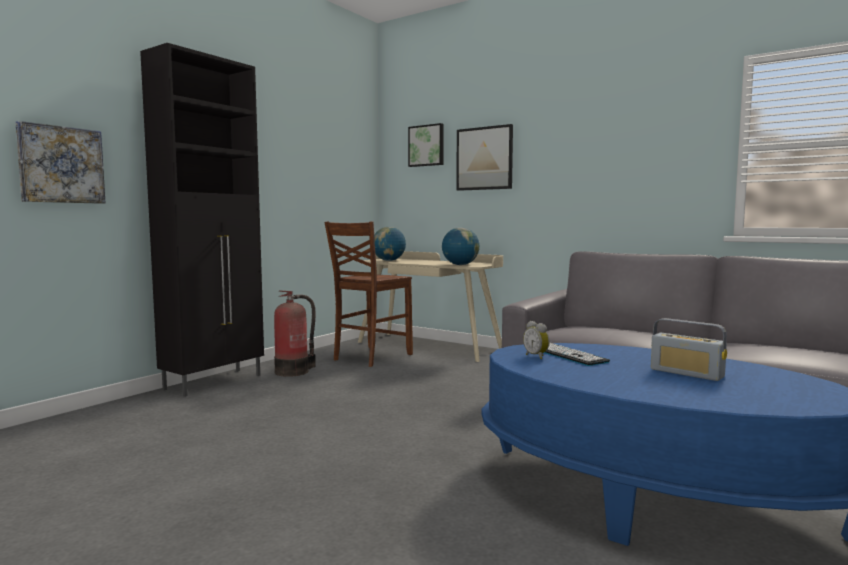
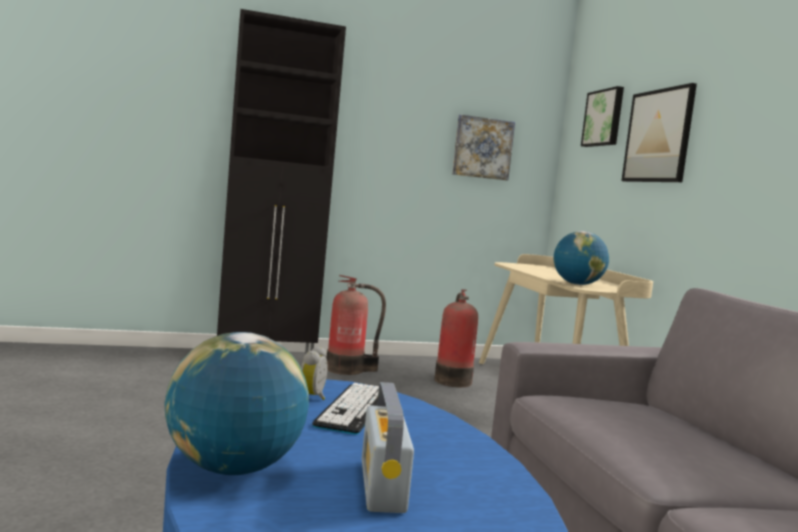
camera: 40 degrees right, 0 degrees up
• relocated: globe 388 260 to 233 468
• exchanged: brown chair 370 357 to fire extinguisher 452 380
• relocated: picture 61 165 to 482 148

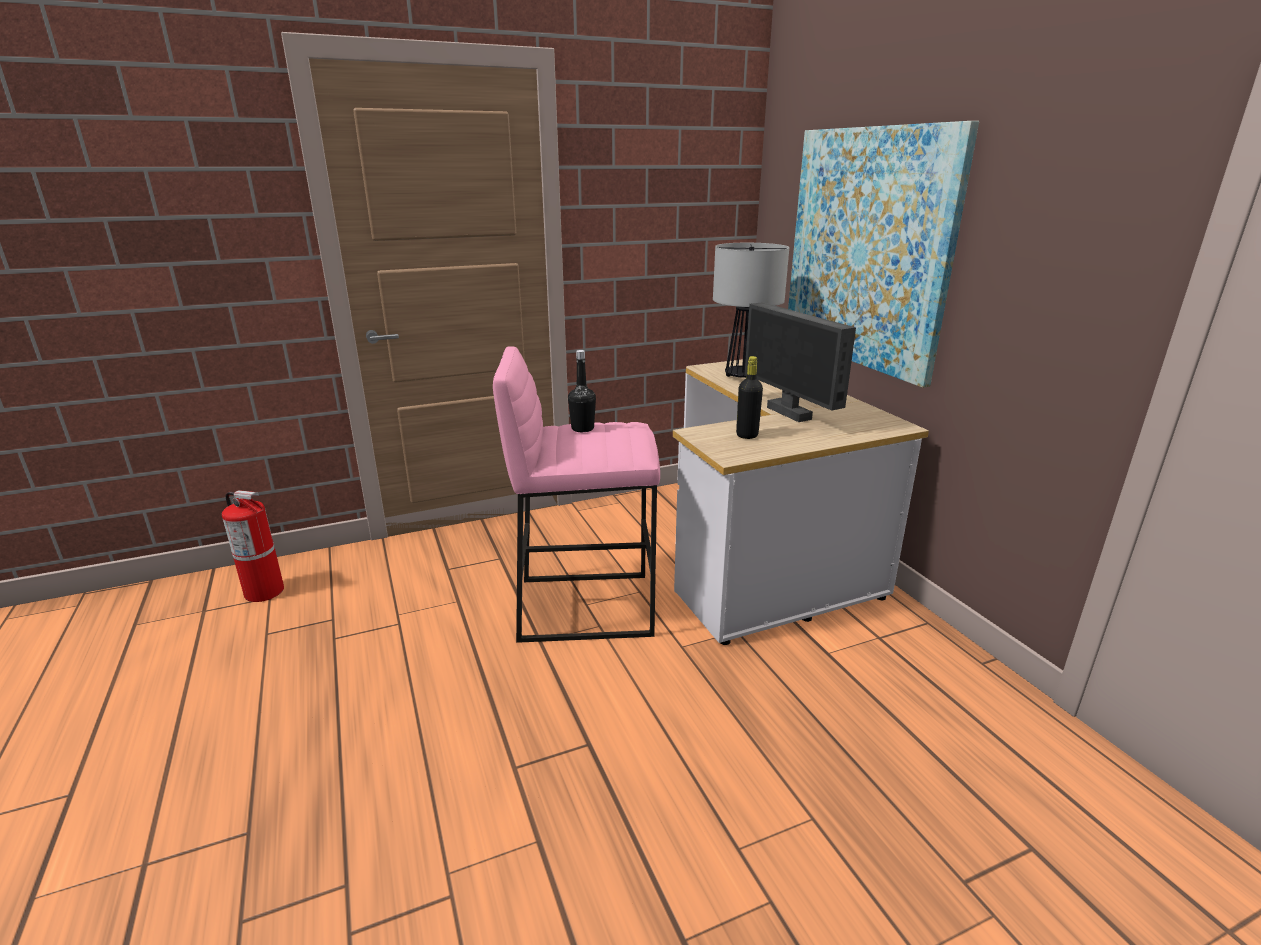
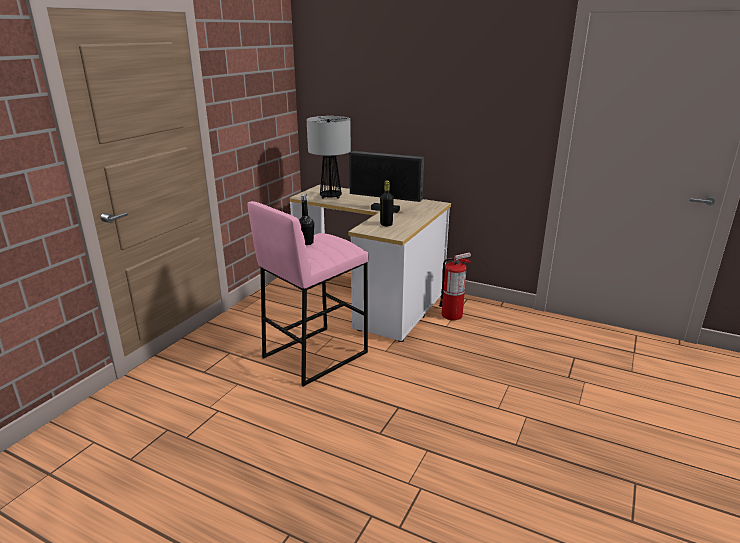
camera: 40 degrees left, 0 degrees up
• relocated: fire extinguisher 265 592 to 452 315
• missing: picture 867 249

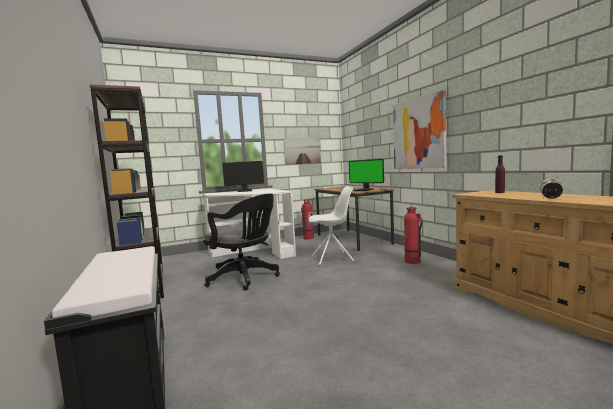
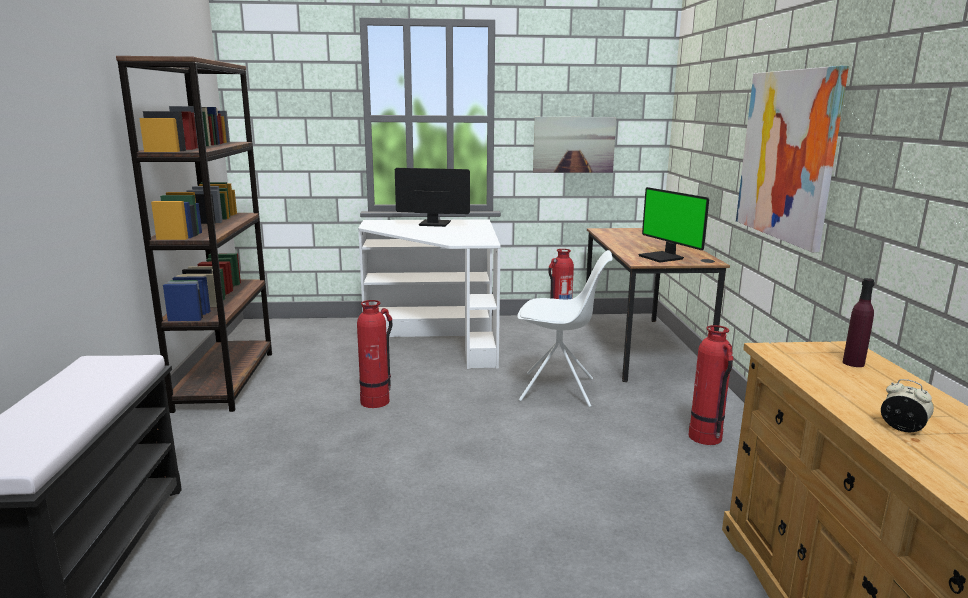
camera: 20 degrees right, 10 degrees up
• exchanged: blackish computer chair 245 278 to fire extinguisher 376 401

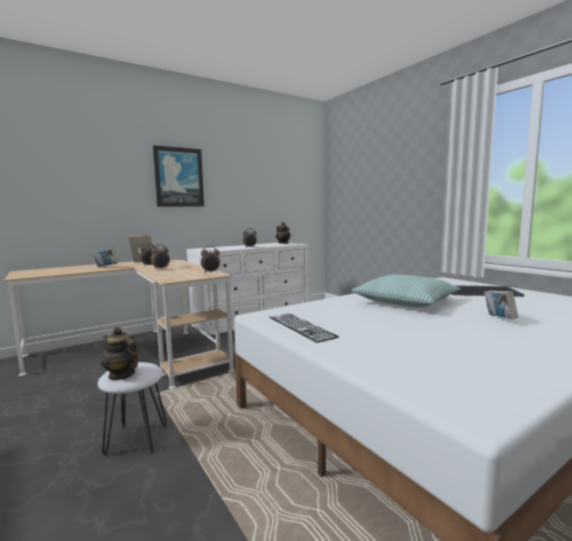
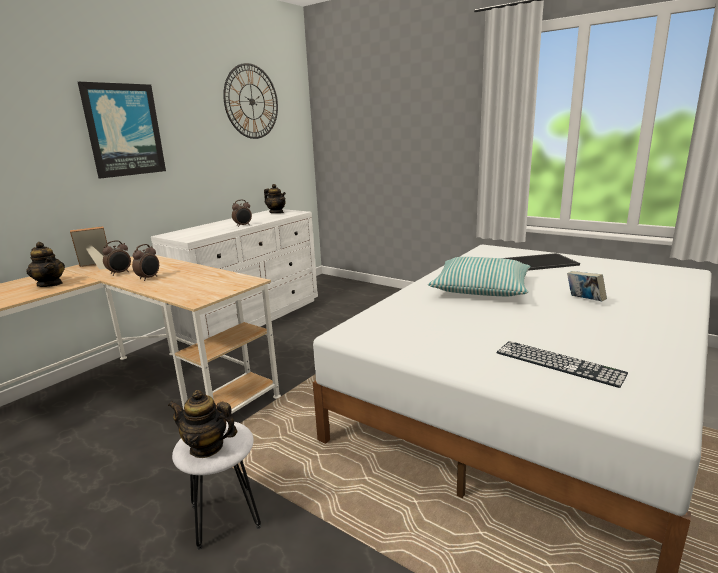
camera: 20 degrees left, 10 degrees up
• exchanged: bound book 106 267 to pot for tea 50 284
• appeared: clock on the wall 252 101
• relocated: PC keyboard 301 327 to 558 363
• missing: table clock 211 272

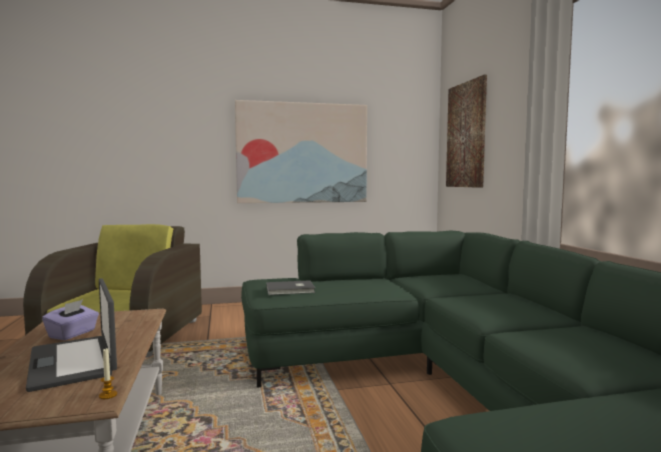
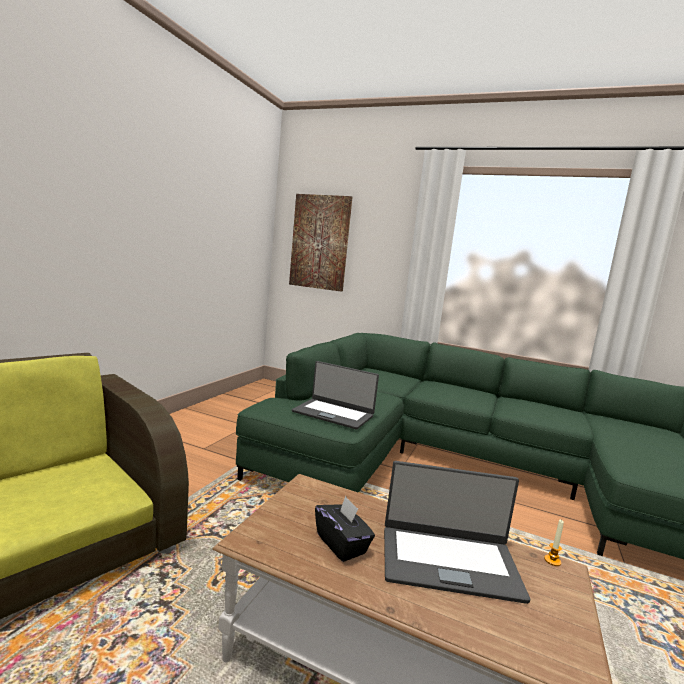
camera: 55 degrees left, 5 degrees up
• exchanged: grey bound book 291 290 to laptop 333 413
• colour: purplish tissue holder 73 334 to blackish tissue holder 341 544
• missing: picture 302 153

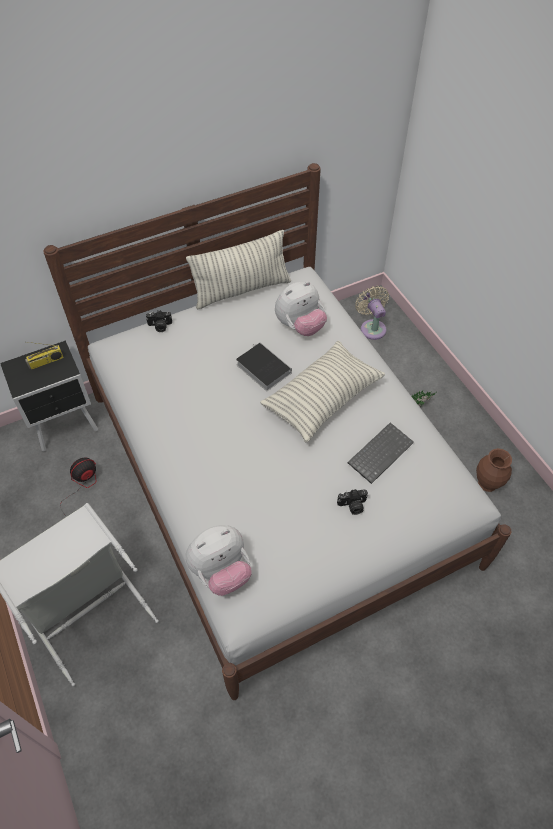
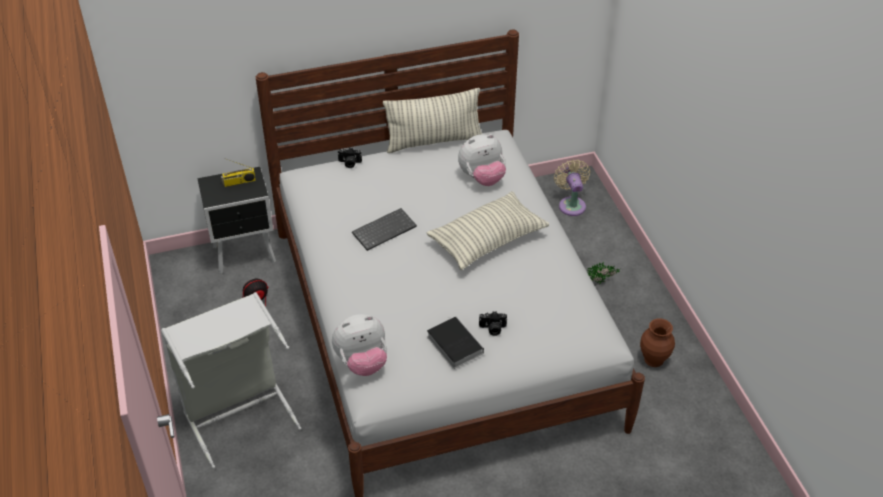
camera: 10 degrees right, 10 degrees down
• relocated: PC keyboard 380 452 to 384 229
• relocated: bound book 262 368 to 453 344

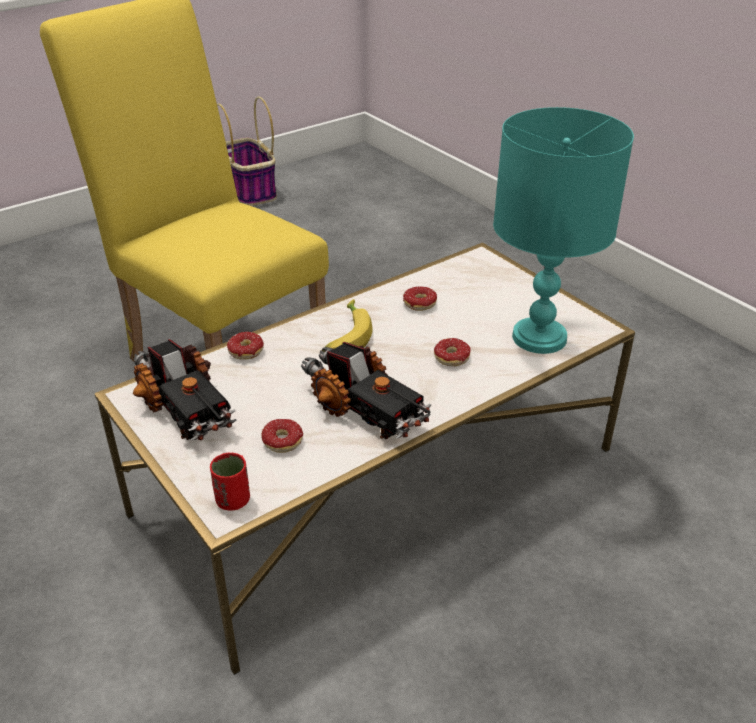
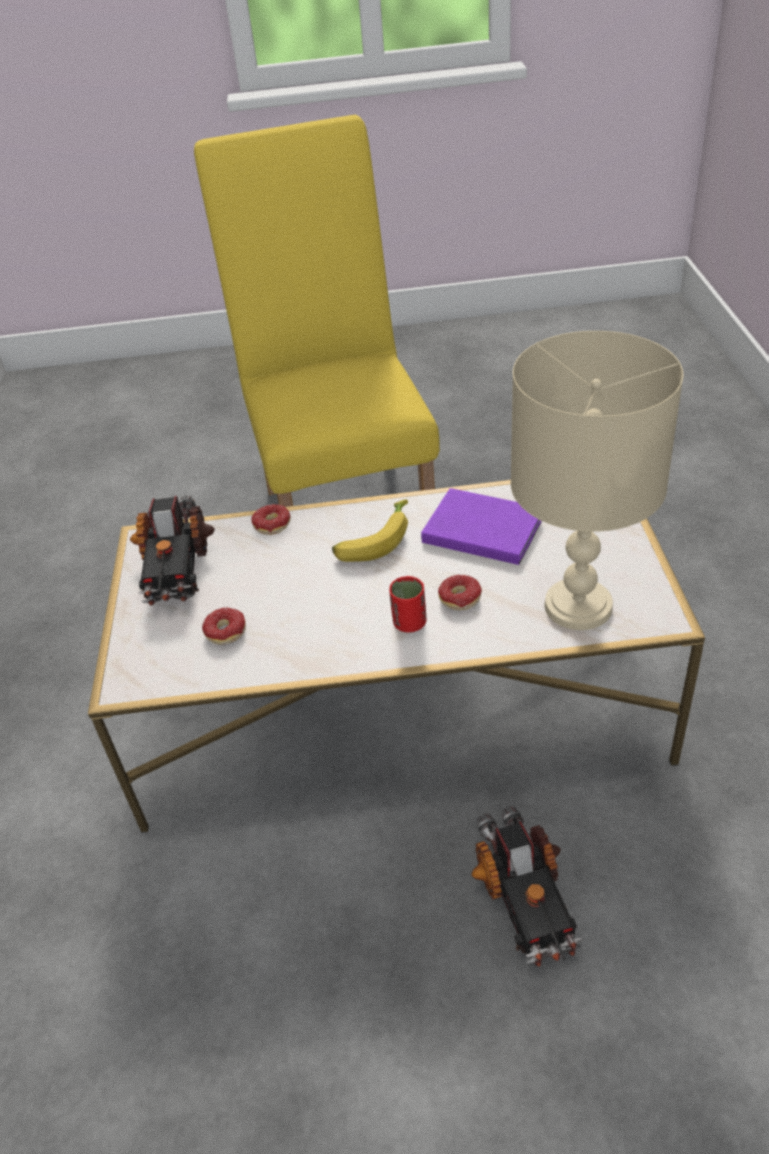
camera: 35 degrees right, 5 degrees up
• relocated: reddish small cup 233 500 to 409 623
• exchanged: doughnut 421 307 to purplish bound book 480 528
• relocated: toy truck 365 410 to 523 899
• colour: turquoise-coloured lamp for a table 538 337 to sand-coloured lamp for a table 576 606
• missing: storage basket 249 190

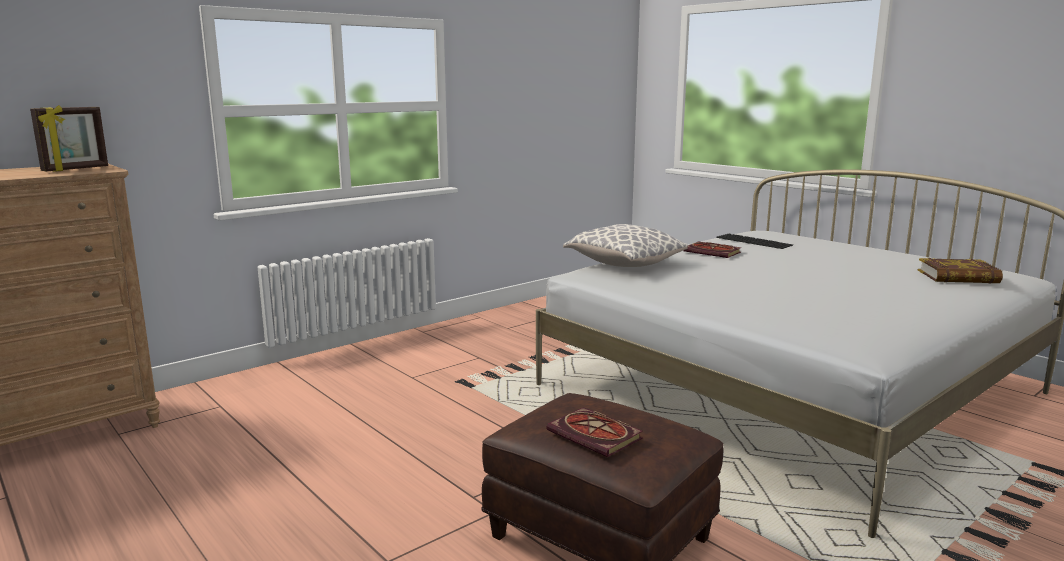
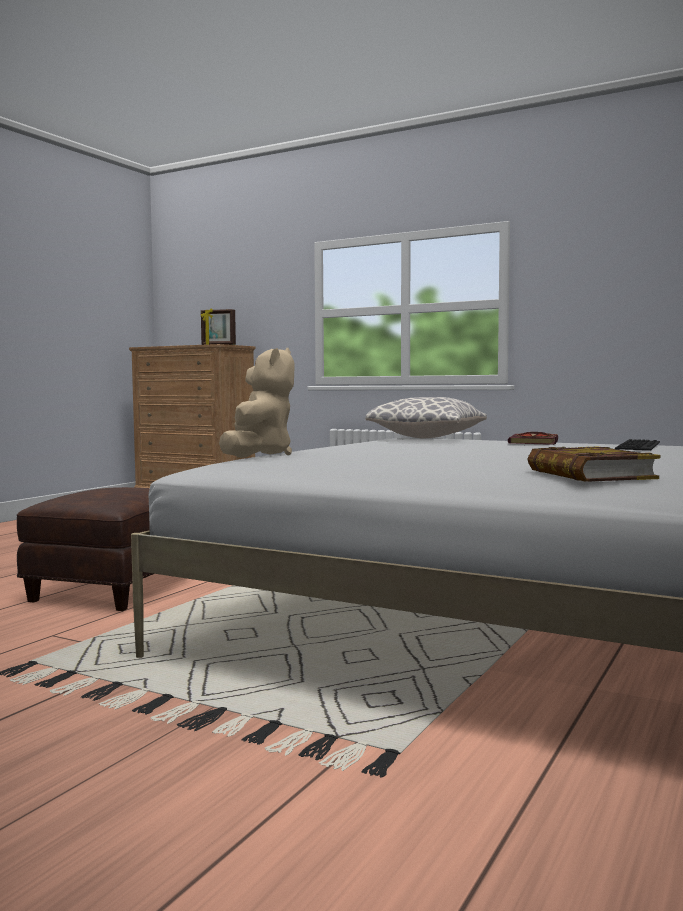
camera: 70 degrees right, 10 degrees down
• appeared: sand-coloured soft toy 257 455
• missing: bound book 597 435

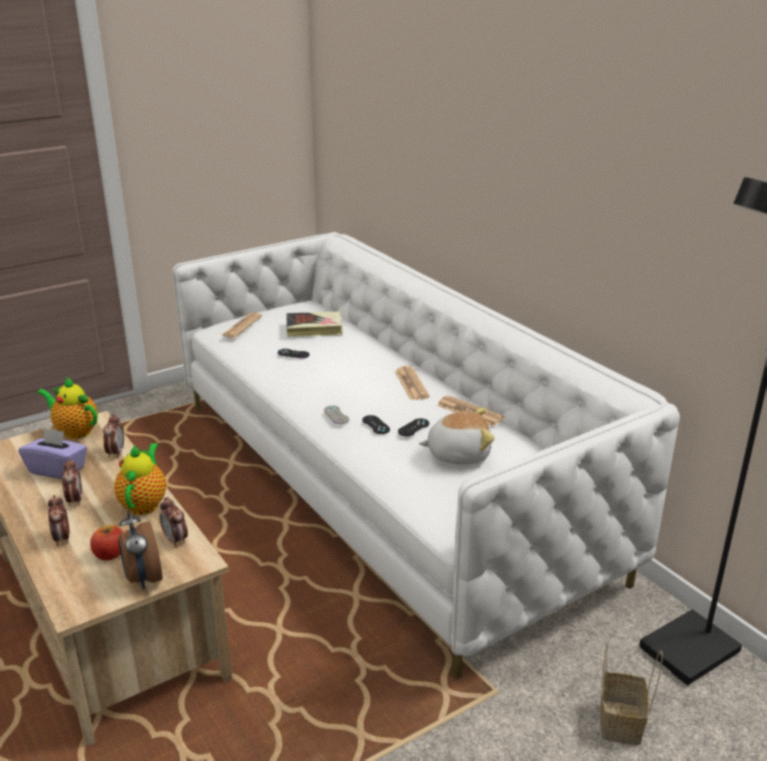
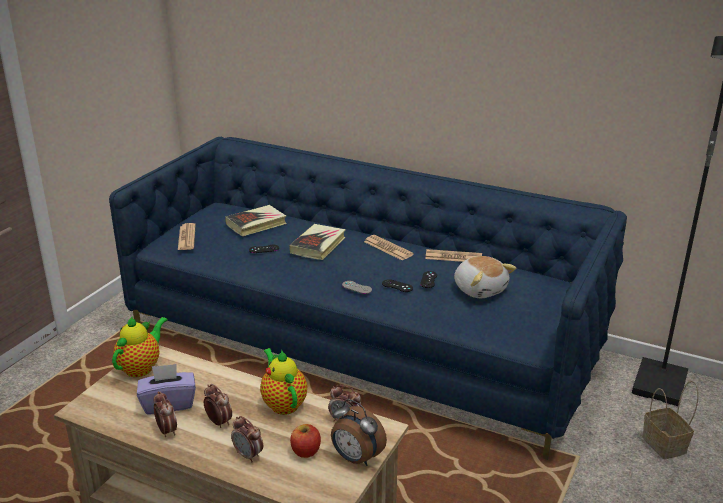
camera: 30 degrees left, 0 degrees up
• colour: white couch 384 486 to blue-coloured couch 361 343
• spun: pot for tea 75 431 = 141 367 120 degrees clockwise
• relocated: table clock 116 453 to 166 431
• appeared: bound book 318 245
• spun: soft toy 458 454 = 480 289 90 degrees clockwise

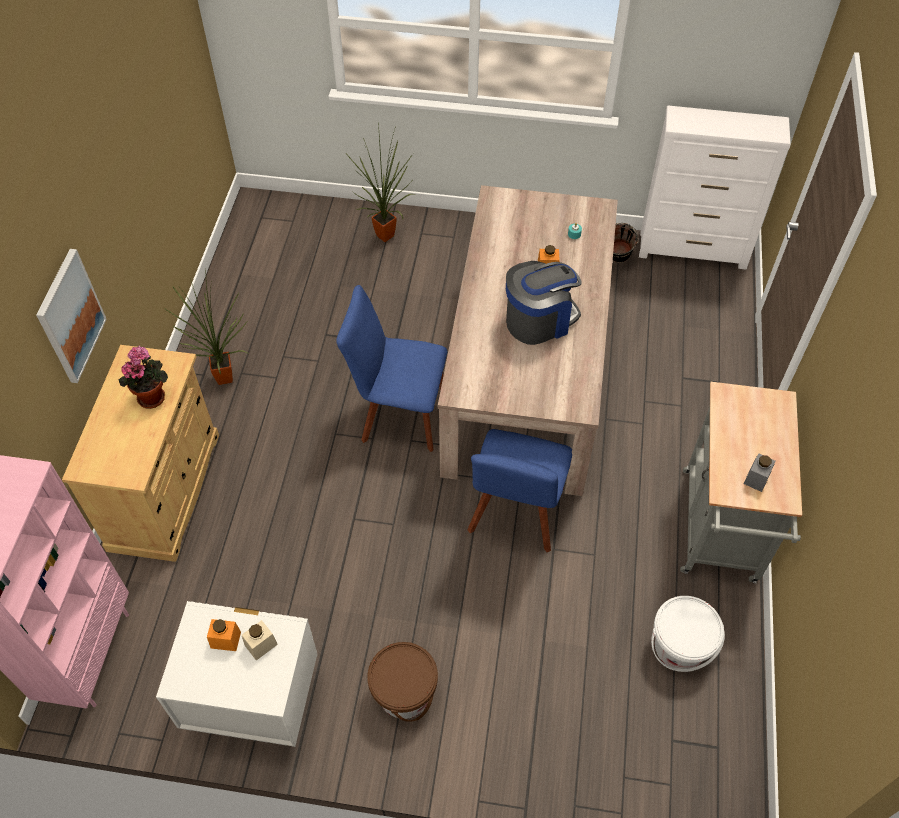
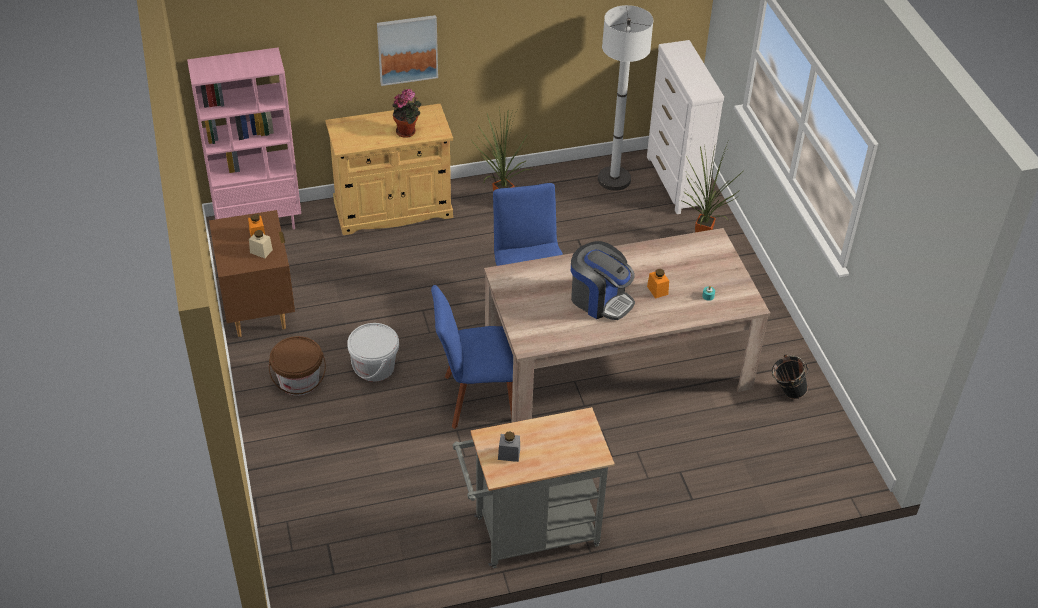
camera: 65 degrees right, 10 degrees down
• colour: white night table 255 705 to brown night table 259 310
• relocated: white pail 679 646 to 375 367
• appeared: white floor lamp 614 179
• relocated: white drawer chest 693 251 to 676 183

